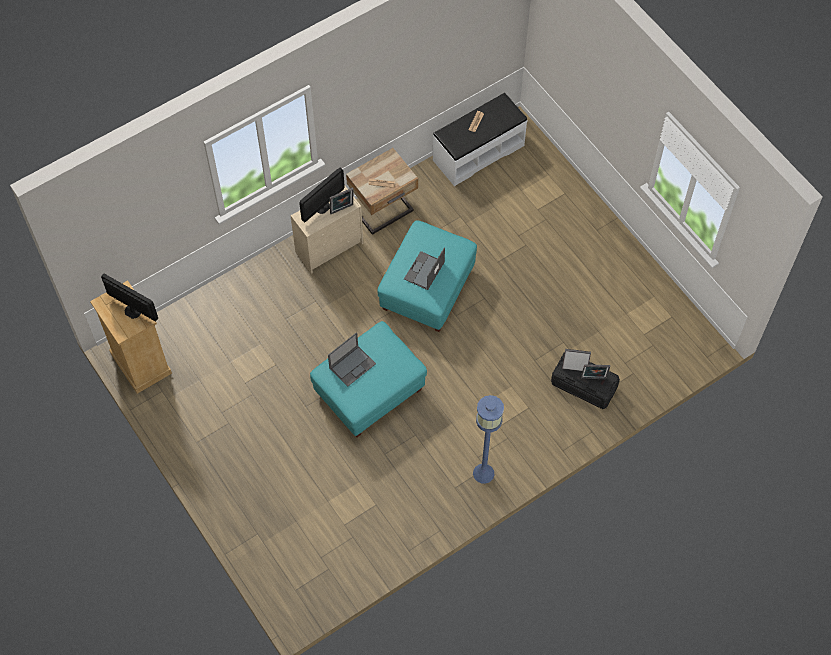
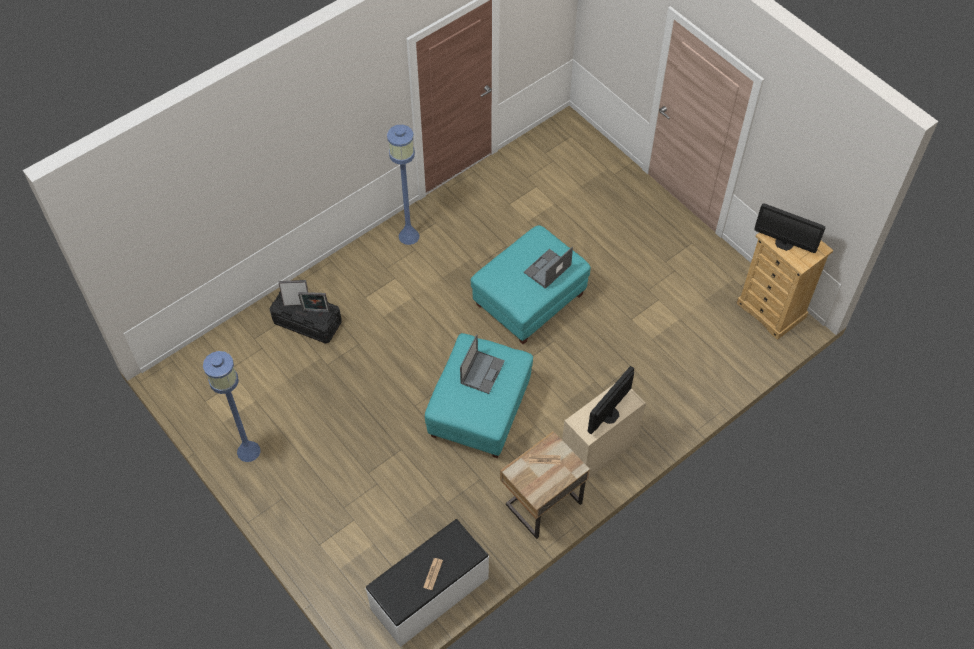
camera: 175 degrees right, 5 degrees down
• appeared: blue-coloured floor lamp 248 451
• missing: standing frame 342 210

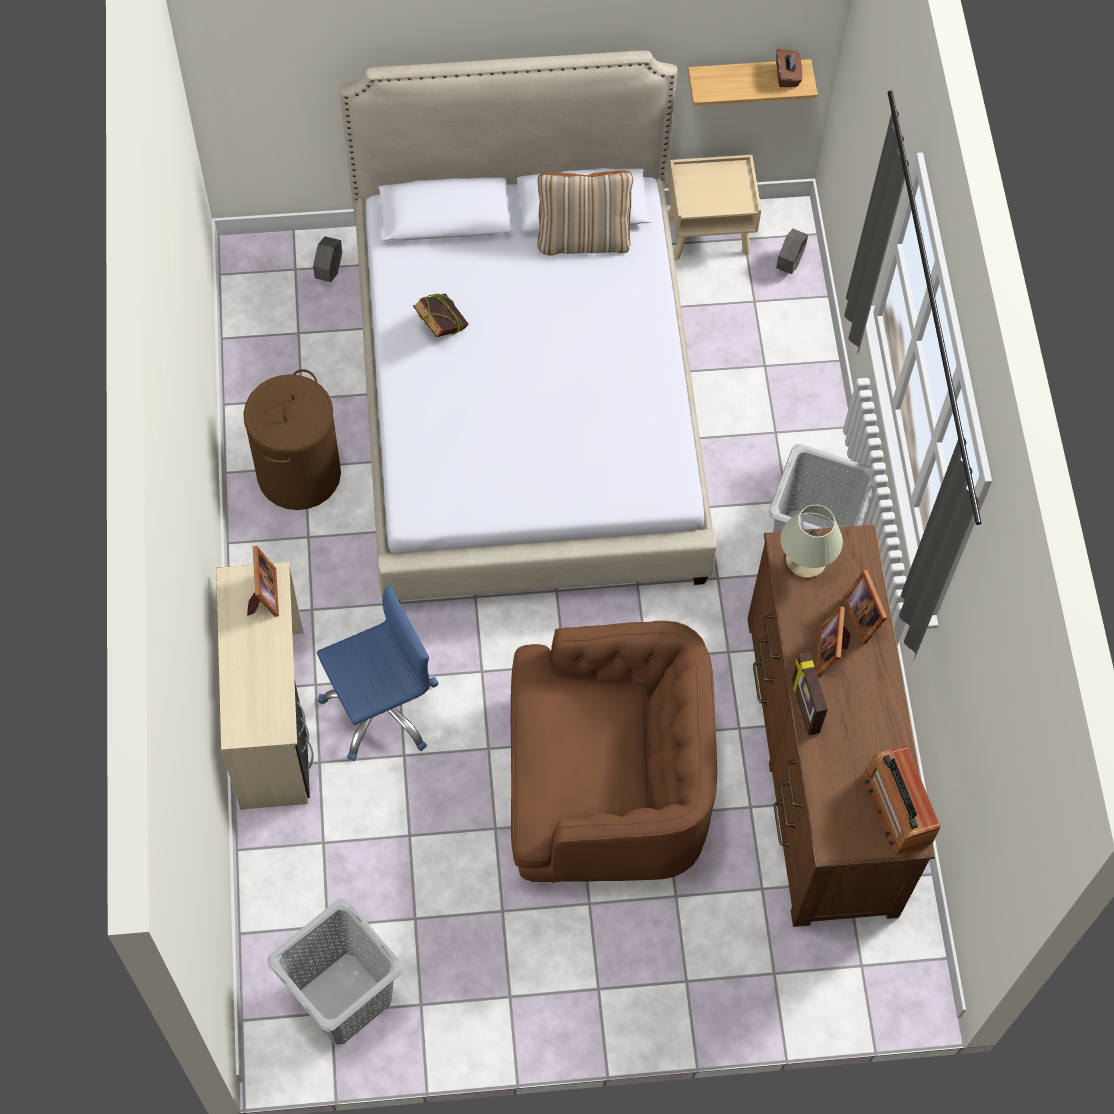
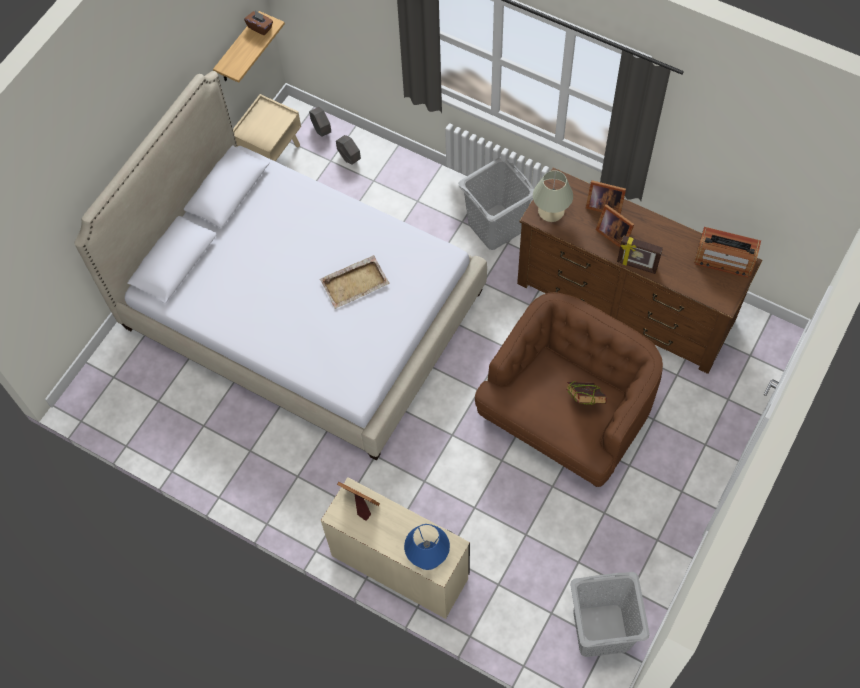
camera: 50 degrees left, 0 degrees up
• appeared: sand-coloured carrying tray 355 283
• relocated: grey flower pot 329 272 to 349 158
• appeared: blue-coloured lamp for a table 427 556
• relocated: bound book 441 329 to 584 401
• missing: brown laundry basket 299 474
• missing: blue-coloured computer chair 380 707
• missing: sand-coloured cushion 583 239

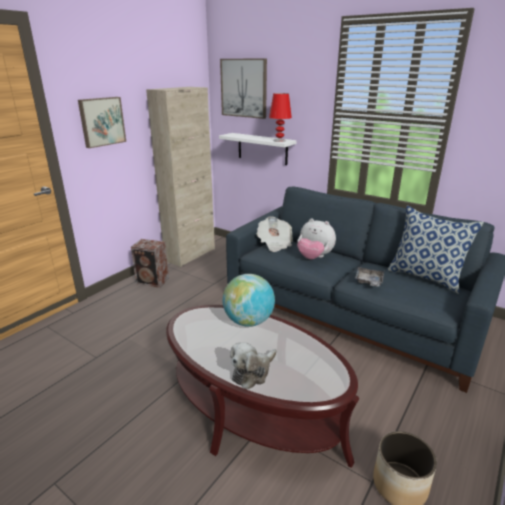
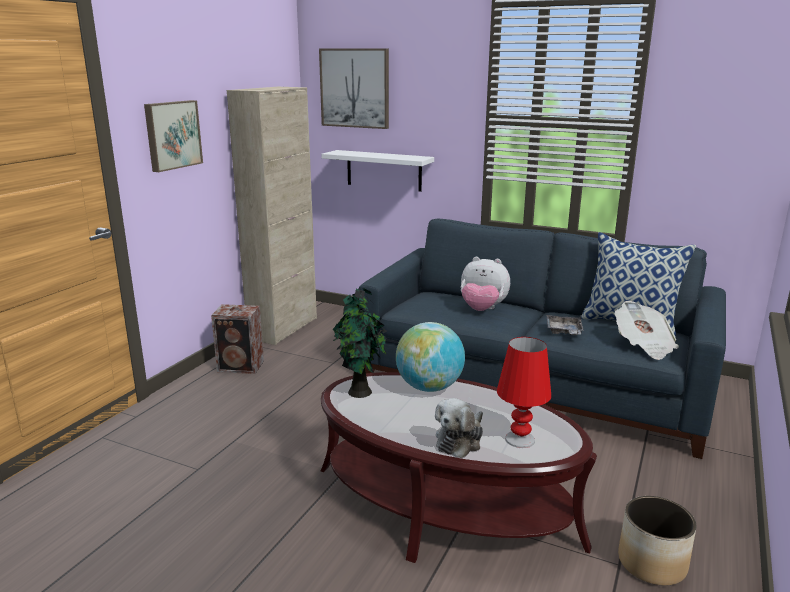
camera: 10 degrees left, 5 degrees down
• appeared: plant in a pot 361 393
• relocated: reddish lamp for a table 279 140 to 519 439
• relocated: printed paper 274 243 to 644 345

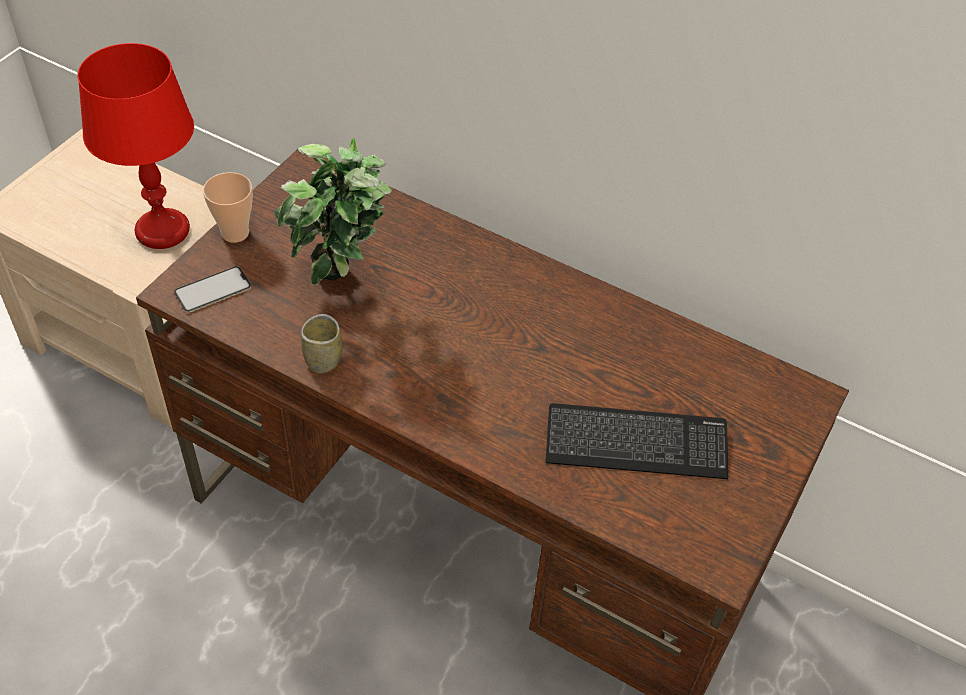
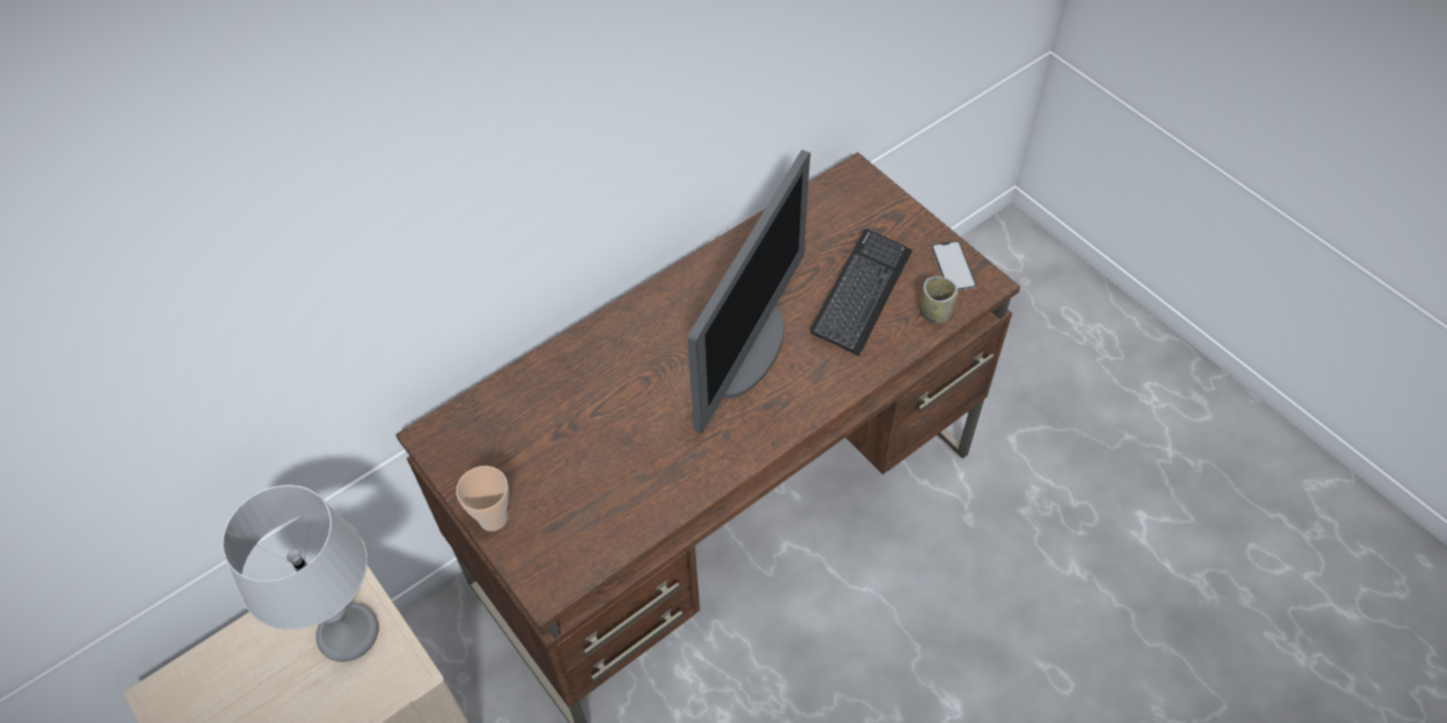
camera: 65 degrees left, 5 degrees up
• colour: reddish lamp for a table 163 230 to grey lamp for a table 348 632
• appeared: monitor 749 351
• relocated: small cup 323 360 to 935 313
• relocated: telephone 213 290 to 953 266
• missing: plant in a pot 341 287

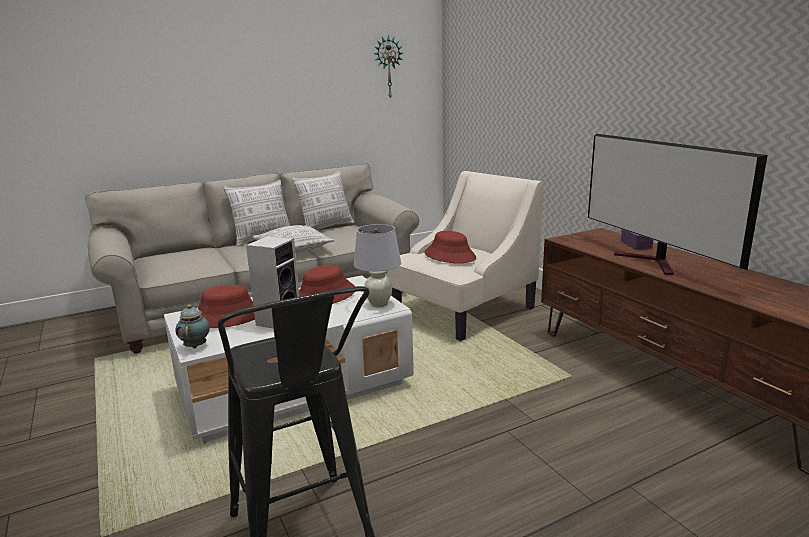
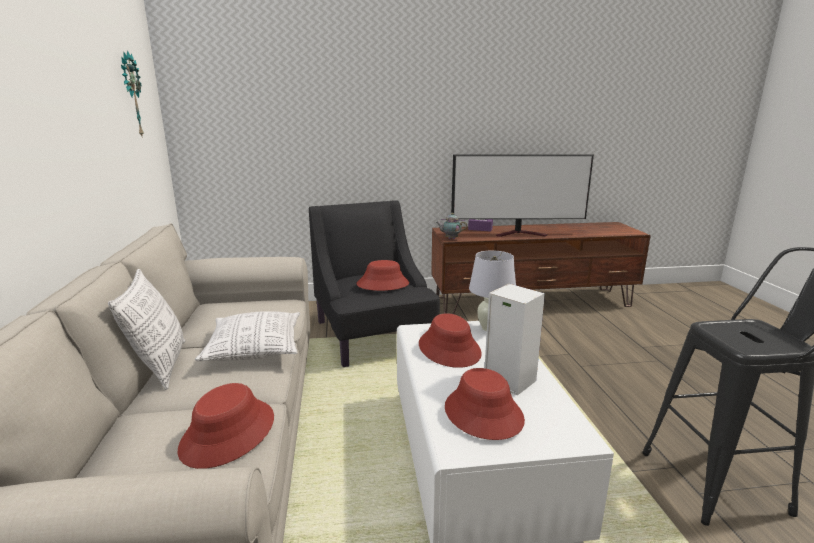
camera: 70 degrees left, 0 degrees up
• appeared: reddish clothing hat 228 433
• colour: sand-coloured lounge chair 462 310 to blackish lounge chair 373 335
• relocated: pot for tea 196 345 to 450 238
• missing: cushion 326 228

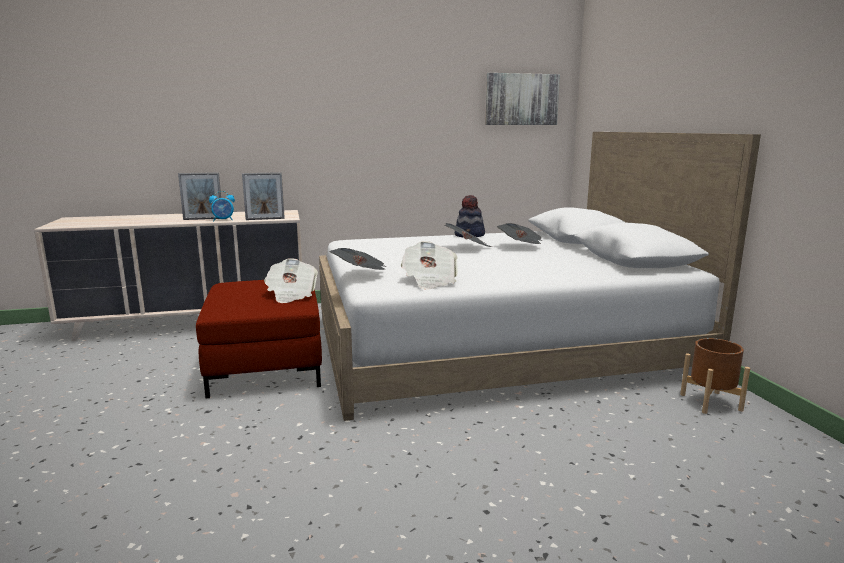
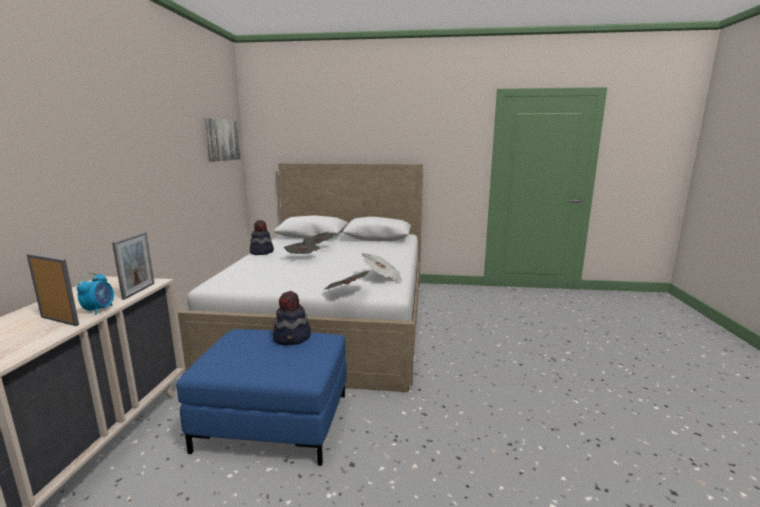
camera: 70 degrees left, 0 degrees up
• spun: standing frame 203 219 = 59 321 75 degrees counterclockwise
• colour: reddish ottoman 266 366 to blue-coloured ottoman 275 421
• exchanged: printed paper 291 295 to clothing hat 292 338
• missing: brown flower pot 711 402

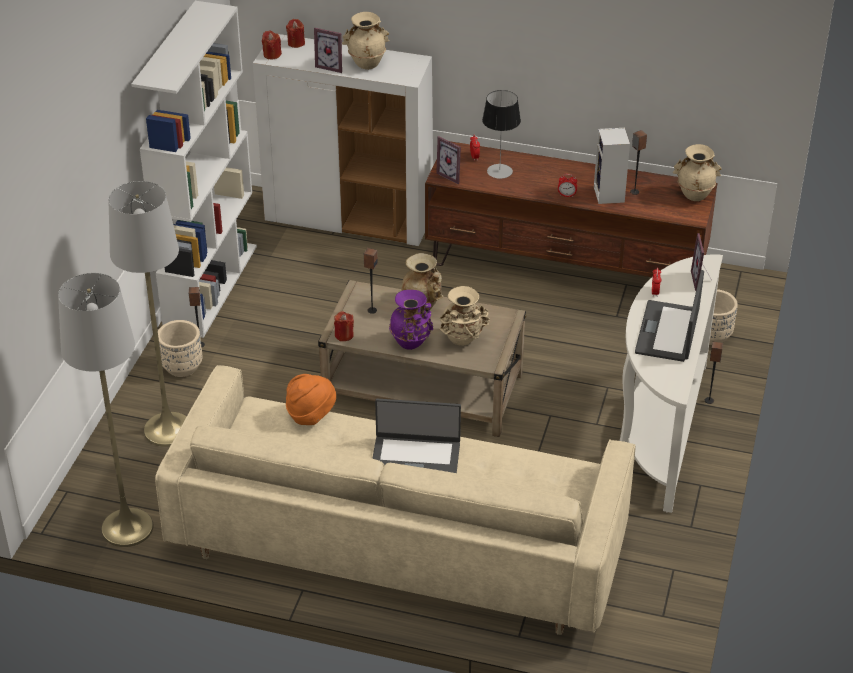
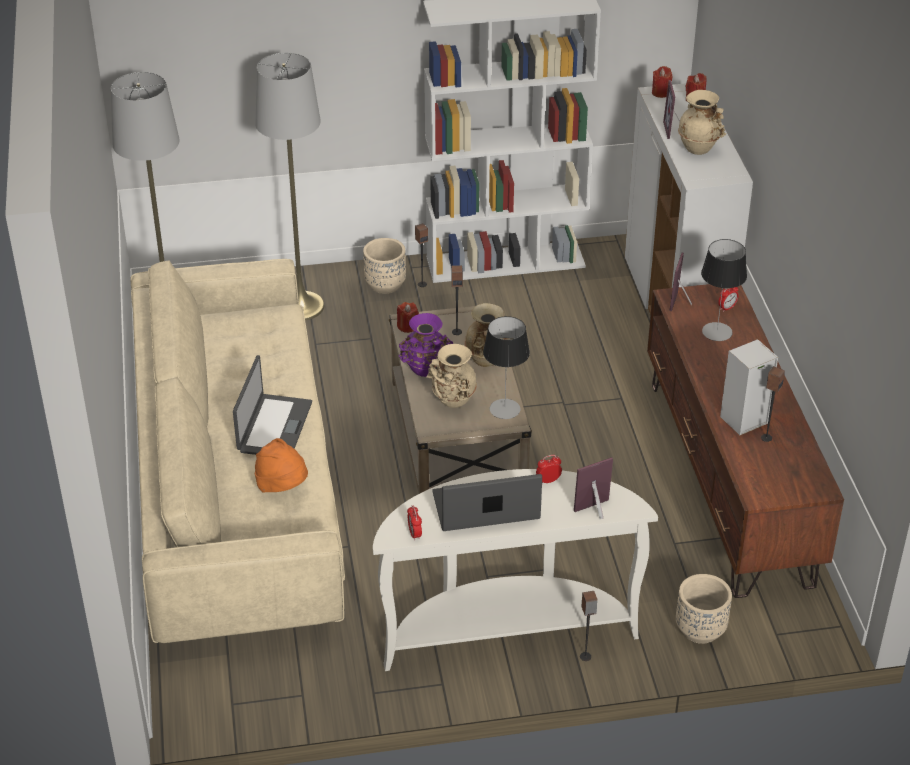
camera: 65 degrees right, 0 degrees up
• spun: laptop 415 457 = 273 427 150 degrees counterclockwise
• relocated: orangey clothing hat 311 414 to 282 486
• relocated: table clock 567 195 to 414 534
• appeared: lamp for a table 505 409
• missing: sand-coloured vase 694 194

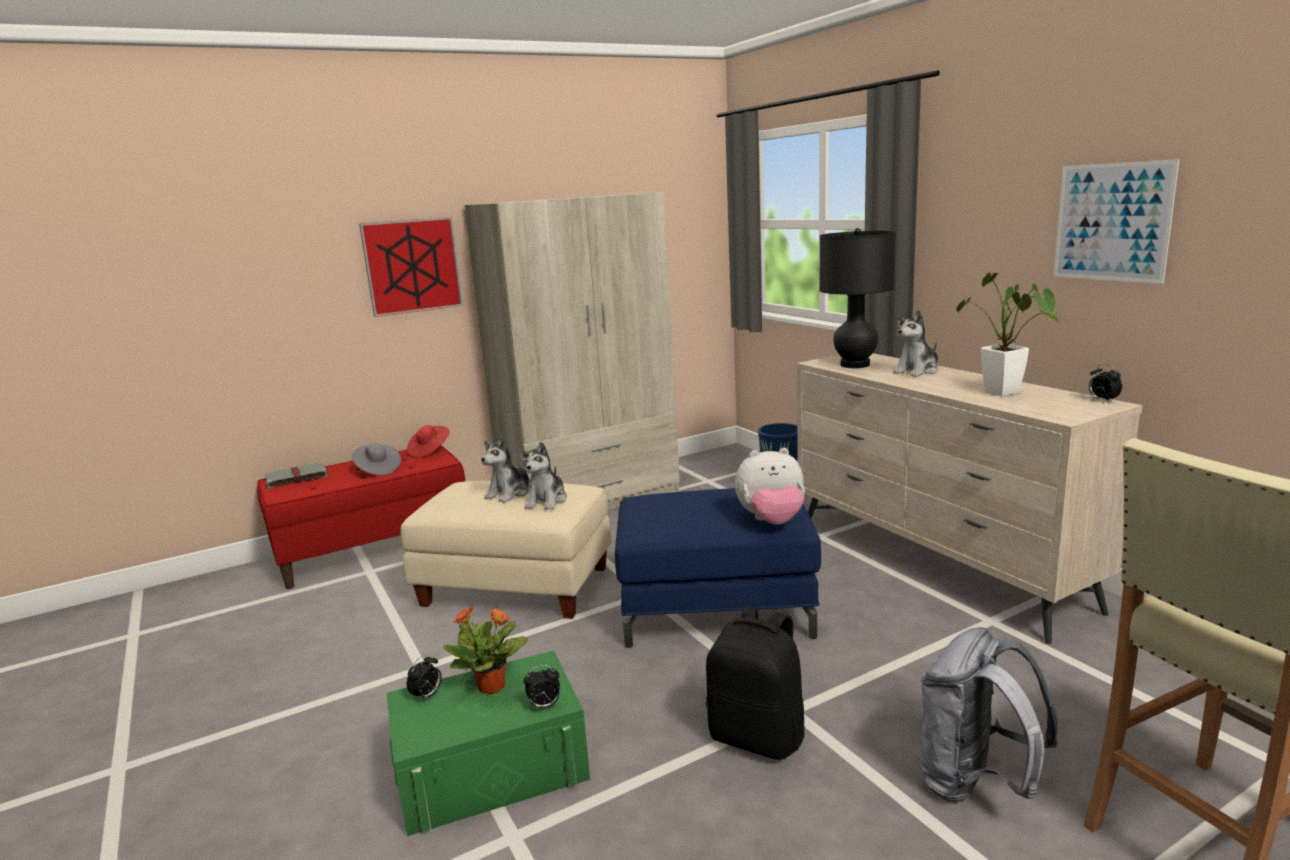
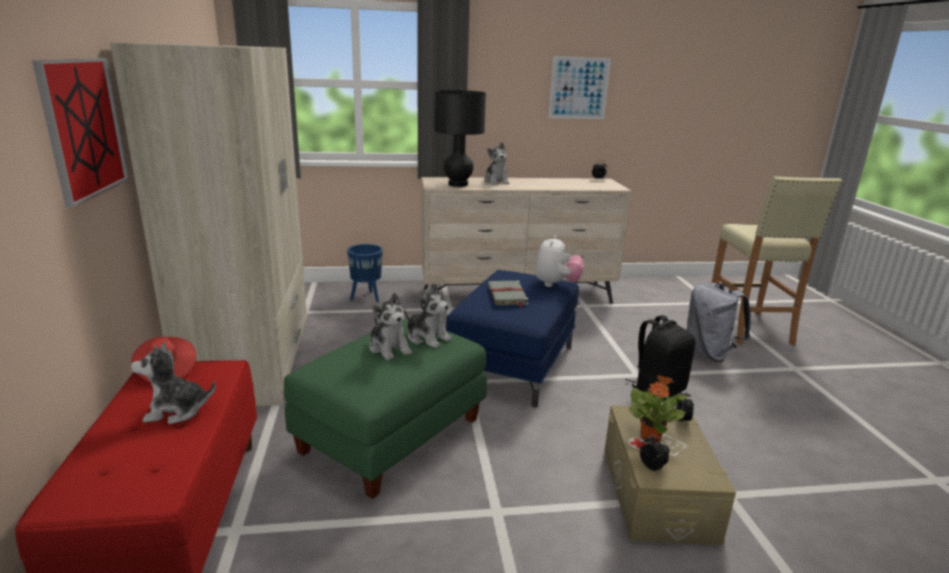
camera: 70 degrees left, 5 degrees up
• exchanged: grey clothing hat 377 470 to soft toy 176 411
• colour: sand-coloured ottoman 517 585 to green ottoman 391 434
• relocated: grey bound book 295 477 to 507 295
• colour: green storage container 491 768 to sand-coloured storage container 657 493
• missing: plant in a pot 1007 394

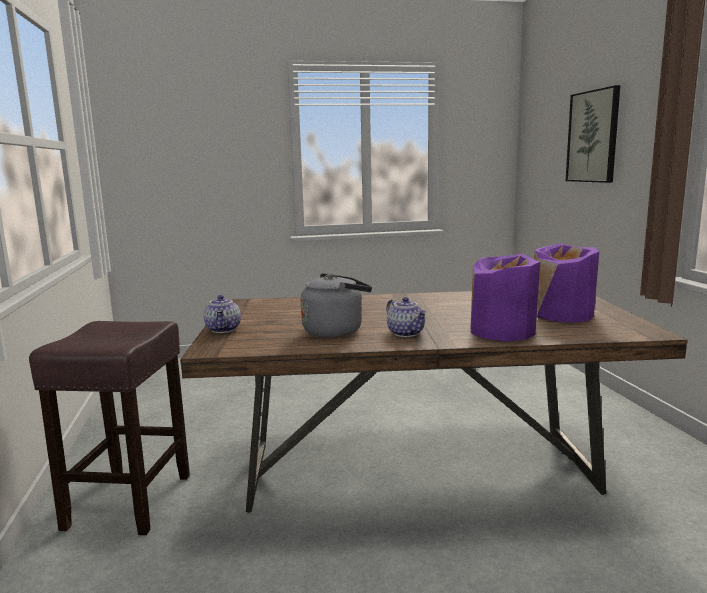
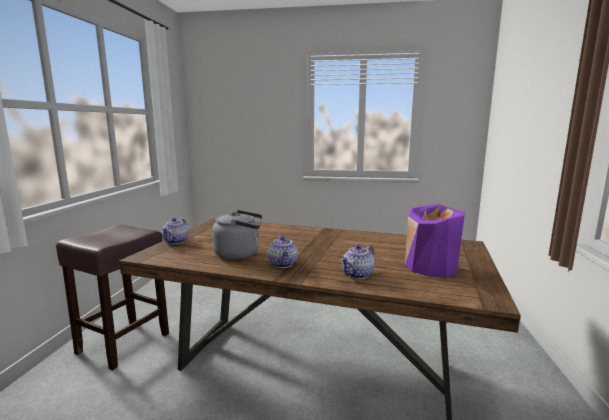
camera: 20 degrees right, 0 degrees up
• exchanged: purplish vase 502 331 to pot for tea 358 275
• missing: picture 593 136

